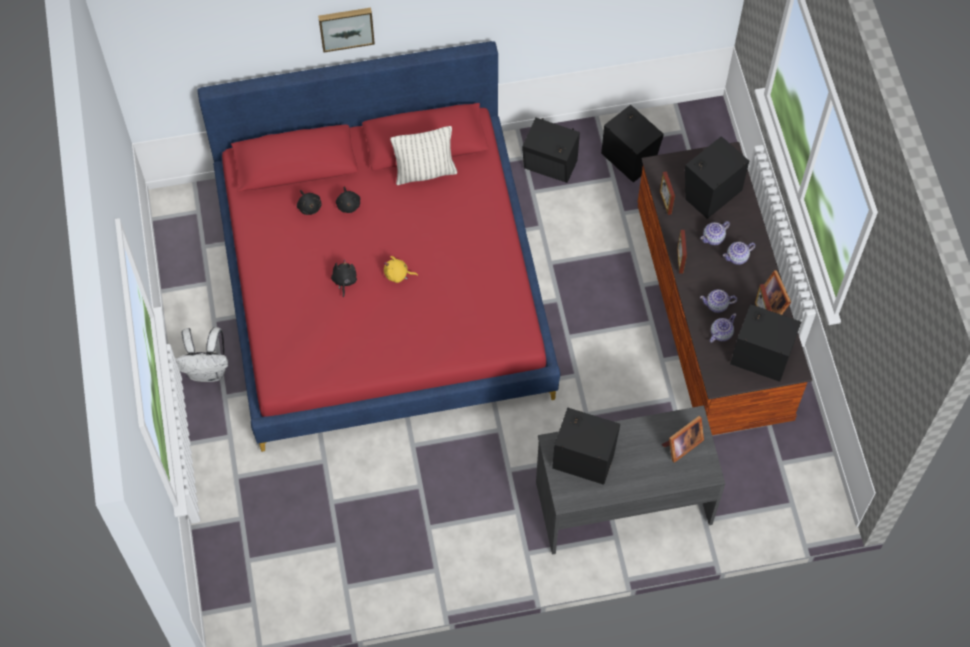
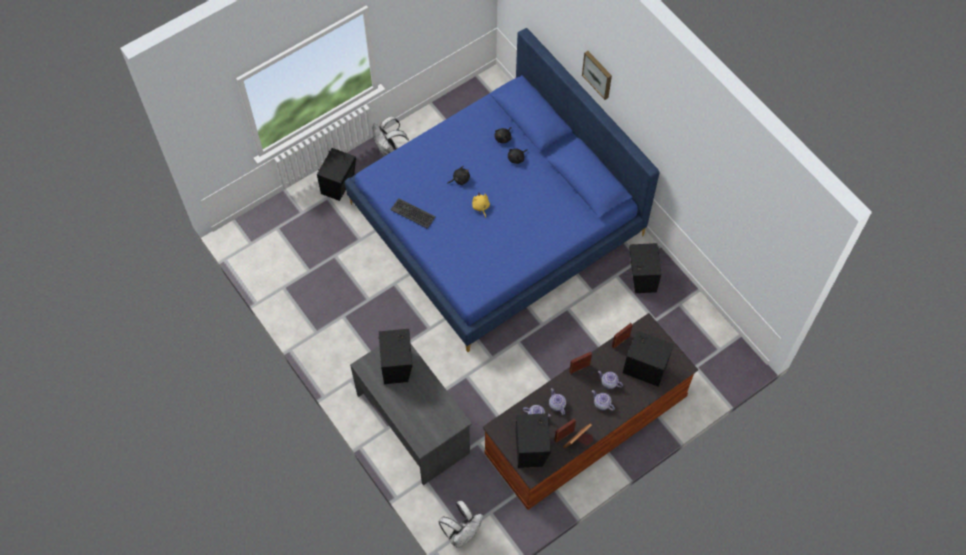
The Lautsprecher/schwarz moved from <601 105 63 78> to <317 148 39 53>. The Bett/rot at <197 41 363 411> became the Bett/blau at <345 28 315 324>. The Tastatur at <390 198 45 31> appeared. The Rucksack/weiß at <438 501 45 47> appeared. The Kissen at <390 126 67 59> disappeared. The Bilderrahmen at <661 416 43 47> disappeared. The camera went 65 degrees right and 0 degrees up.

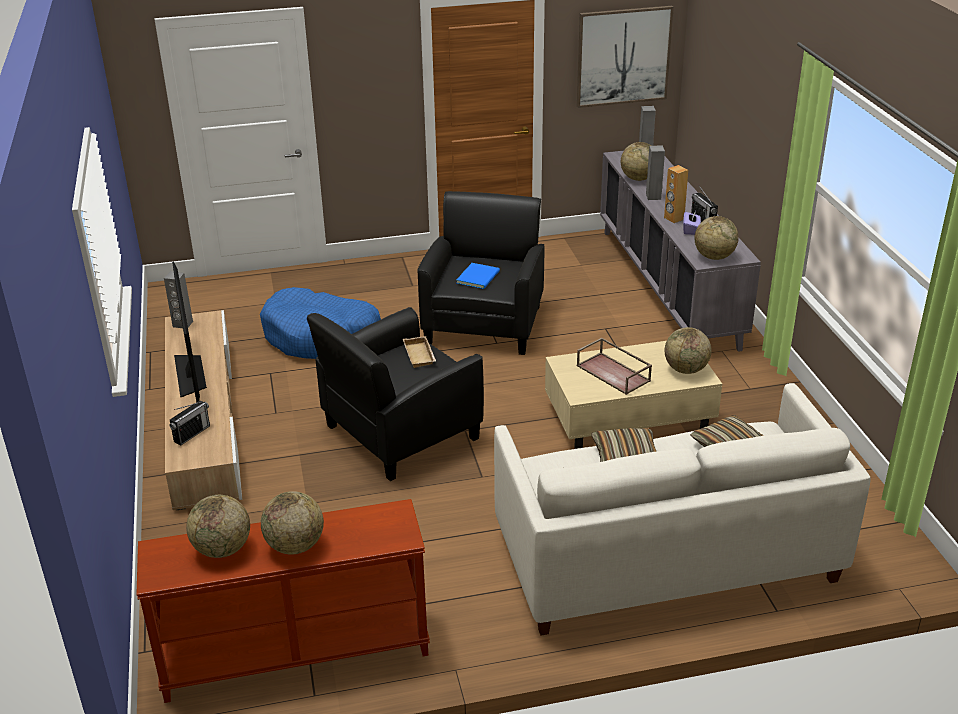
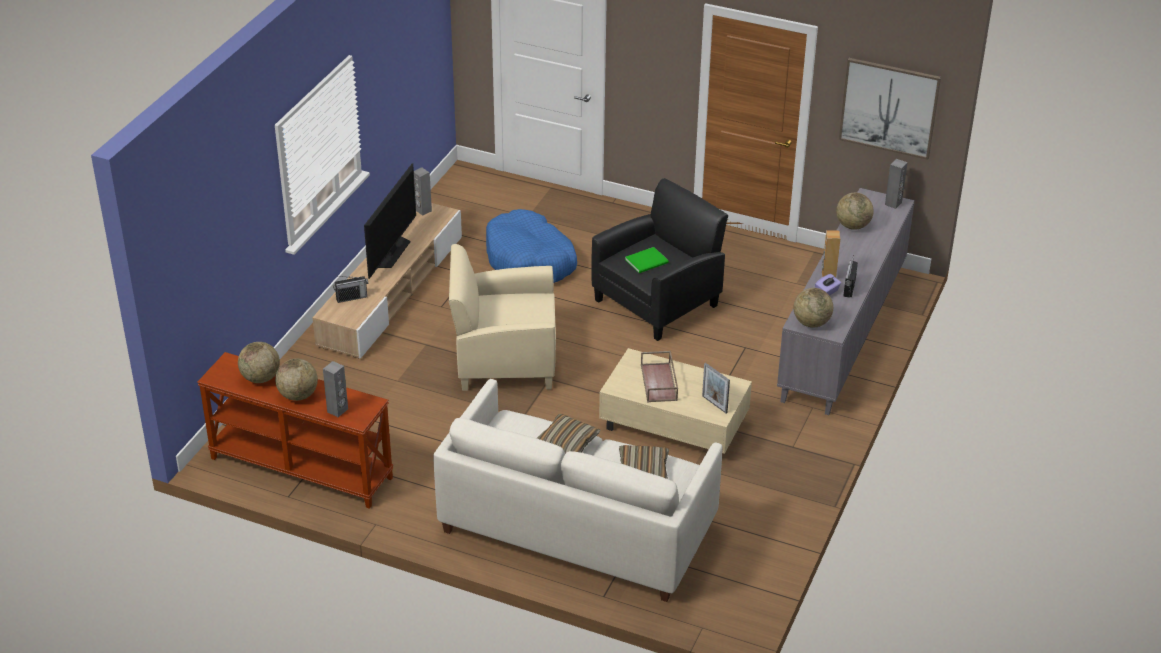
The Lautsprecher/grau moved from <646 145 19 55> to <323 361 25 56>. The Sessel/schwarz at <307 307 177 174> became the Sessel/beige at <449 244 107 147>. The Buch/blau at <457 263 43 26> became the Buch/grün at <625 247 44 26>. The Globus at <665 327 47 47> was replaced by the Bilderrahmen at <702 363 28 50>. The Tablett/beige at <403 336 33 32> disappeared. The camera went 35 degrees right and 5 degrees up.

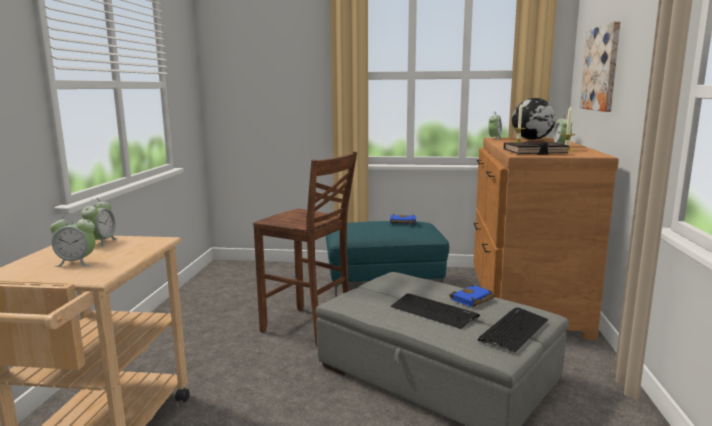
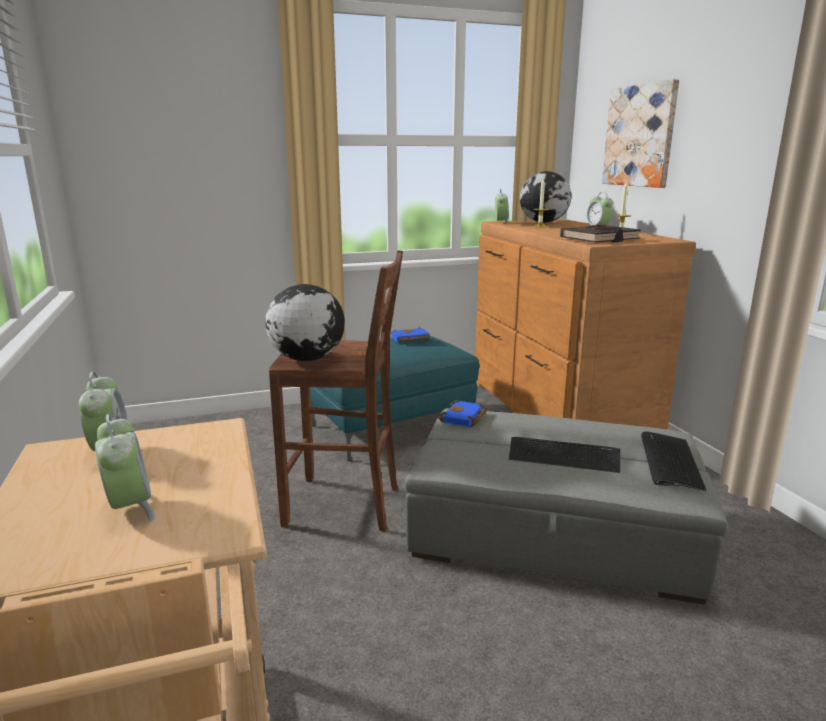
The Wecker at <50 213 46 54> turned 90 degrees counterclockwise. The Globus at <265 284 80 77> appeared. The Buch/blau moved from <449 284 46 23> to <438 400 49 27>. The camera went 25 degrees left and 5 degrees up.

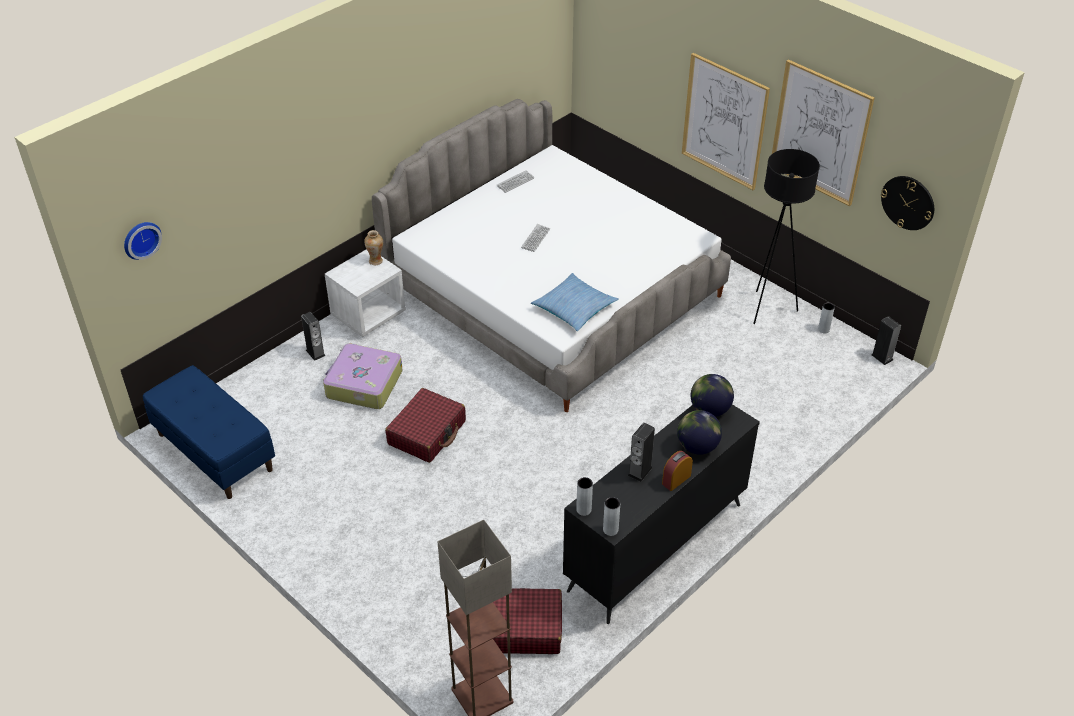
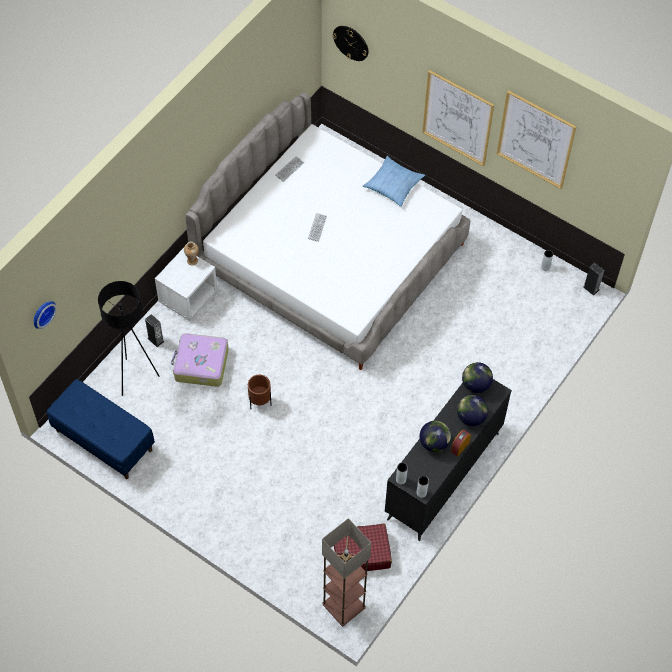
The Stehlampe/schwarz moved from <753 149 67 175> to <98 281 62 115>. The Koffer/rot at <385 388 81 75> was replaced by the Pflanzkübel/braun at <248 375 24 34>. The Wanduhr moved from <881 176 53 54> to <332 26 36 35>. The Kissen moved from <531 273 88 58> to <362 156 63 51>. The Lautsprecher at <627 423 28 59> was replaced by the Globus at <419 421 32 31>. The camera went 10 degrees left and 15 degrees up.

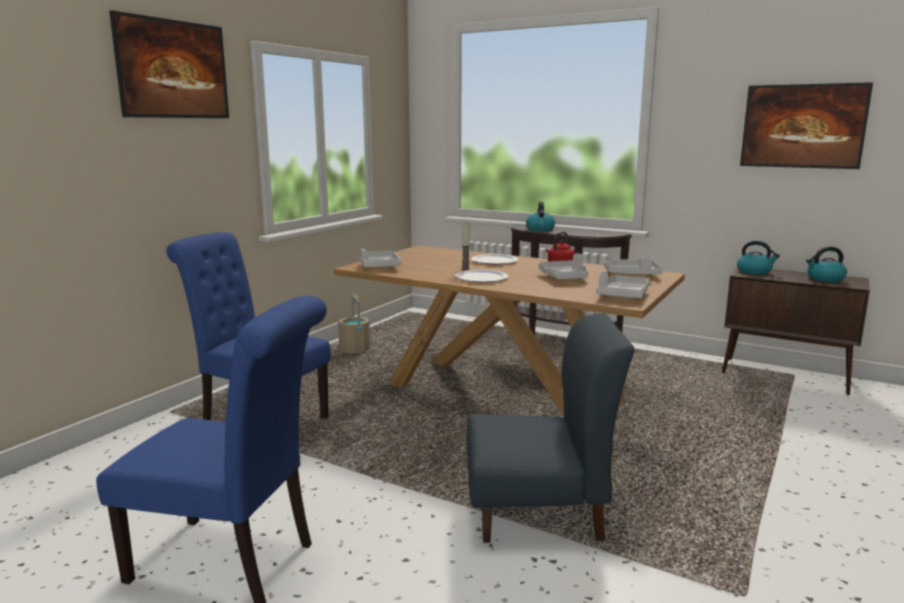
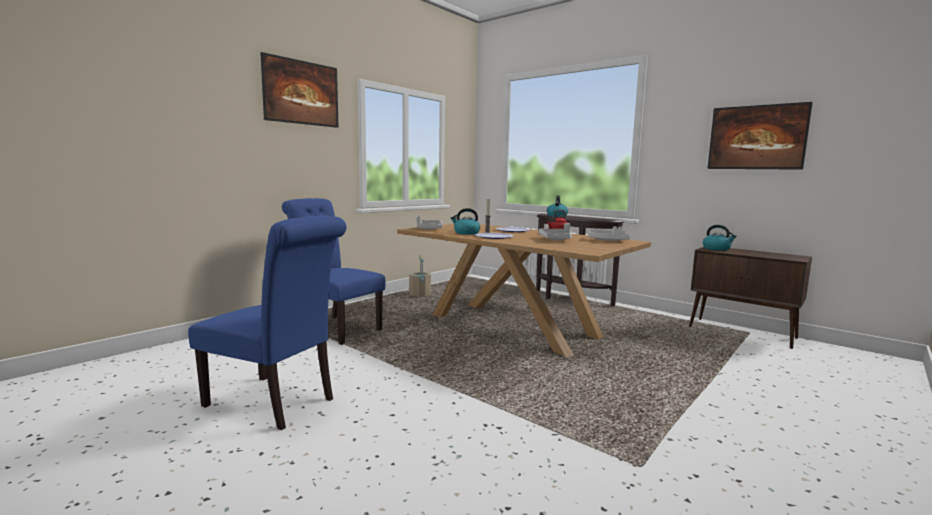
The Wasserkessel moved from <806 246 41 36> to <450 208 30 27>. The Stuhl/blau at <466 313 168 230> disappeared. The Tablett/grau at <596 271 54 27> disappeared. The camera went 10 degrees right and 5 degrees down.

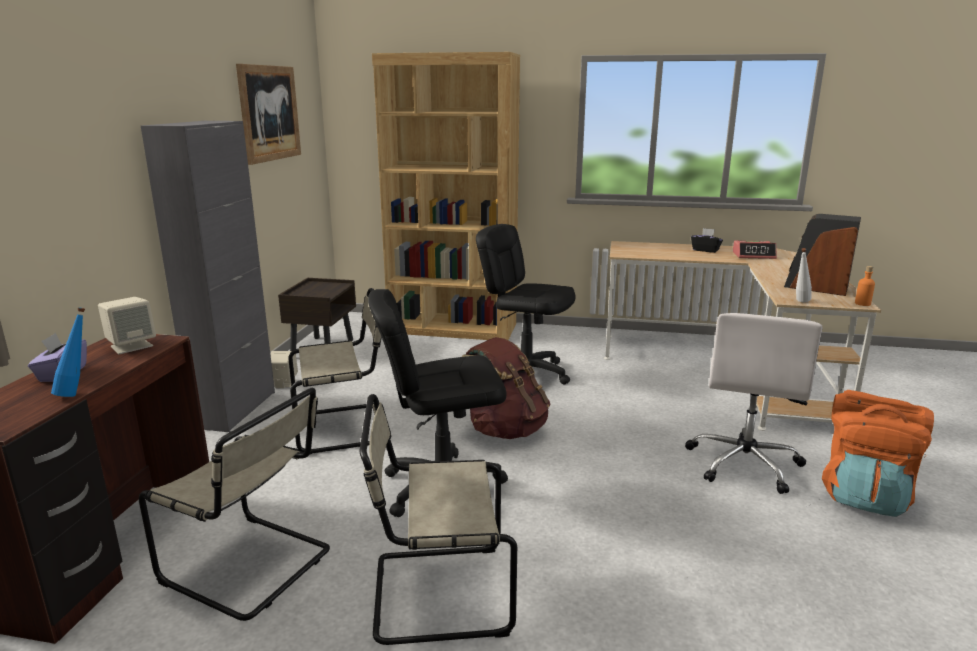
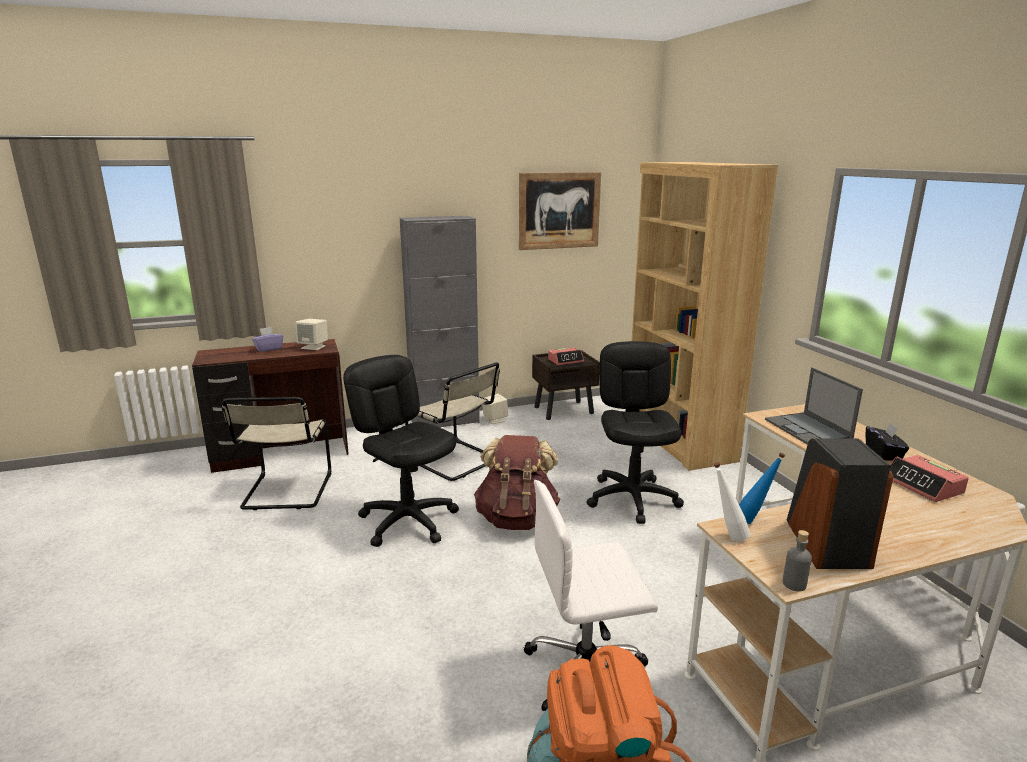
The Wecker at <548 347 36 18> appeared. The Flasche/blau moved from <51 307 34 90> to <739 452 46 72>. The Laptop at <765 367 98 78> appeared. The Flasche/orange at <855 266 20 40> became the Flasche/grau at <783 530 29 61>. The Stuhl/beige at <359 394 158 251> disappeared. The camera went 60 degrees right and 0 degrees up.

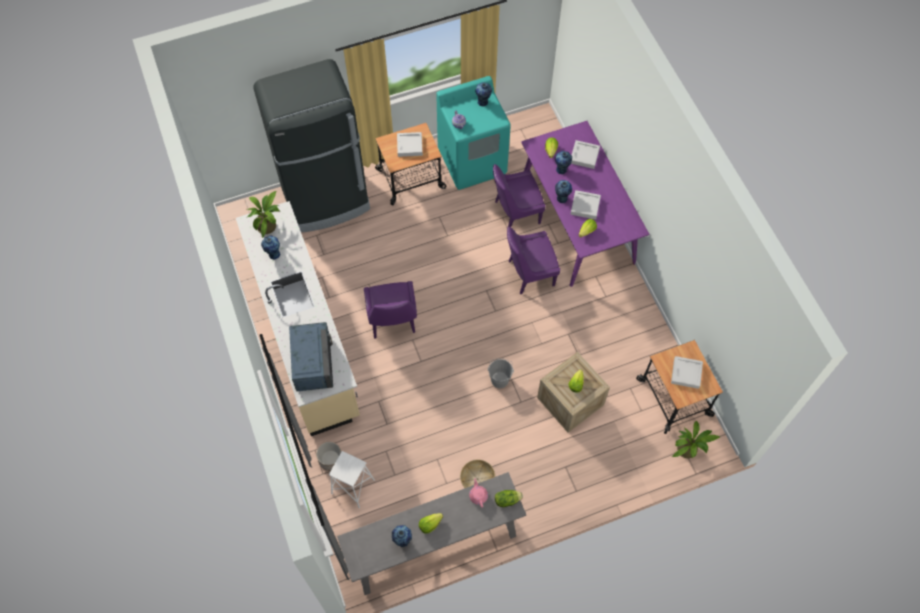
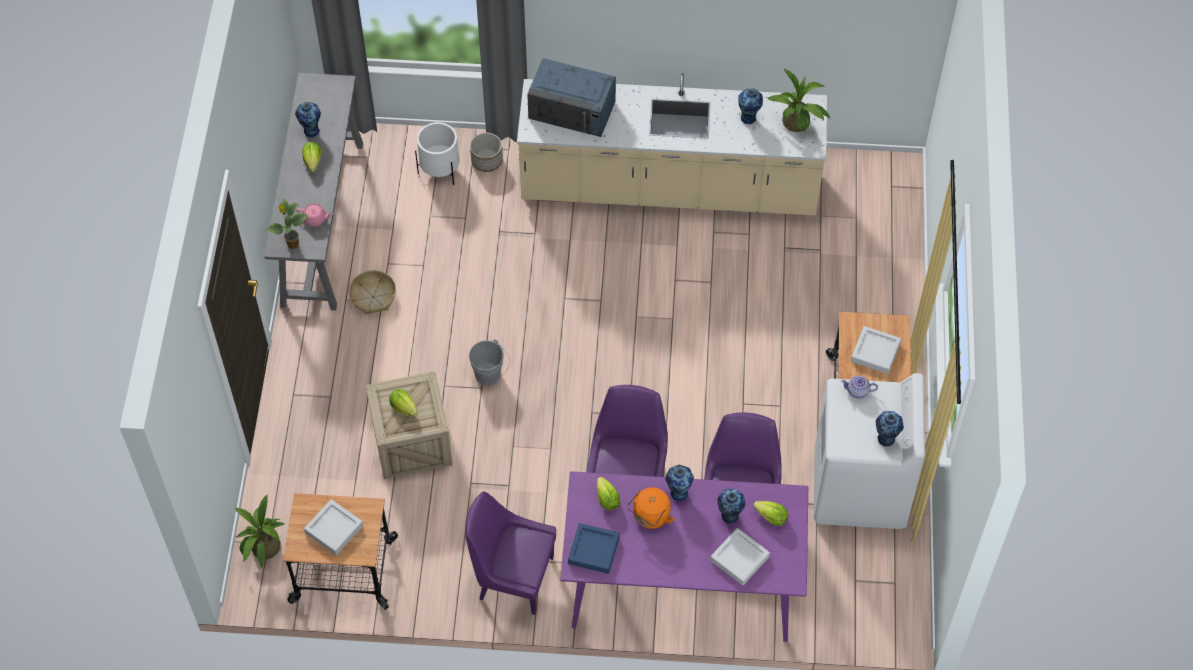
The Salatkopf at <495 490 28 17> was replaced by the Topfpflanze at <265 199 43 50>. The Hocker/weiß at <329 451 46 57> was replaced by the Pflanzkübel/weiß at <415 122 44 63>. The Stuhl/lila moved from <364 281 53 58> to <465 492 91 123>. The Tablett/blau at <568 523 52 51> appeared. The Tablett/grau at <571 190 30 29> was replaced by the Wasserkessel/orange at <627 487 47 42>. The Waschmaschine/türkis at <436 76 75 114> became the Waschmaschine/weiß at <814 373 112 156>. The Kühlschrank/schwarz at <254 59 116 173> disappeared. The camera went 115 degrees right and 5 degrees down.

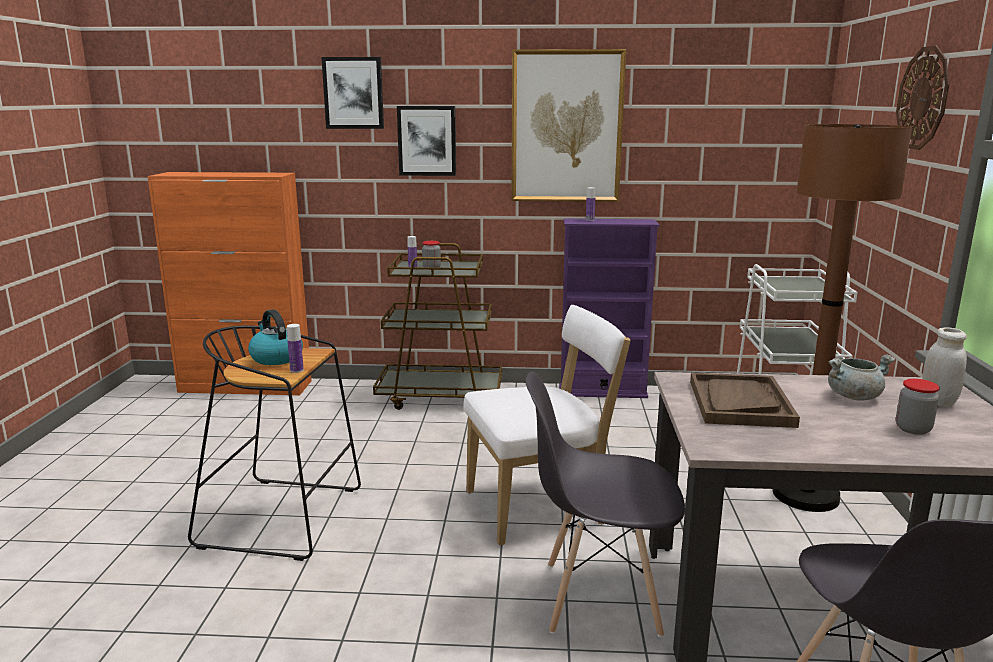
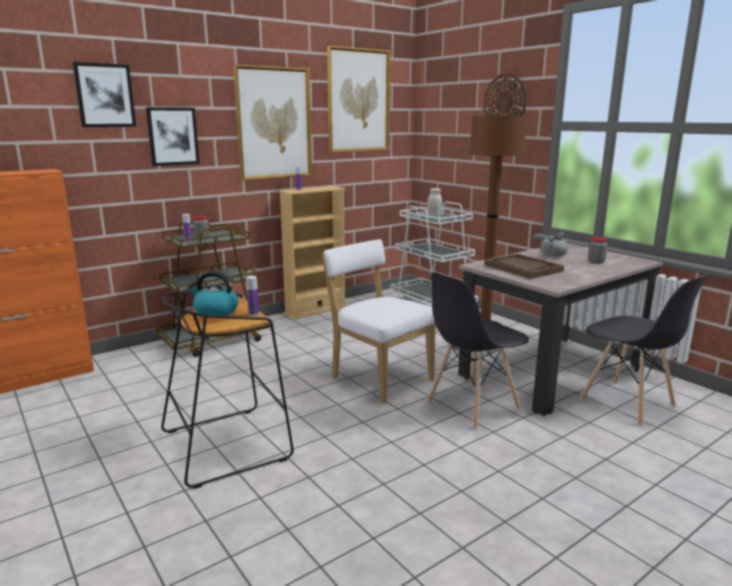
The Bücherregal/lila at <559 219 101 179> became the Bücherregal/beige at <279 186 68 133>. The Stuhl/weiß at <464 305 167 240> turned 75 degrees counterclockwise. The Bild at <327 46 63 107> appeared. The Vorratsglas/weiß moved from <922 327 45 80> to <427 188 15 31>. The camera went 40 degrees left and 0 degrees up.

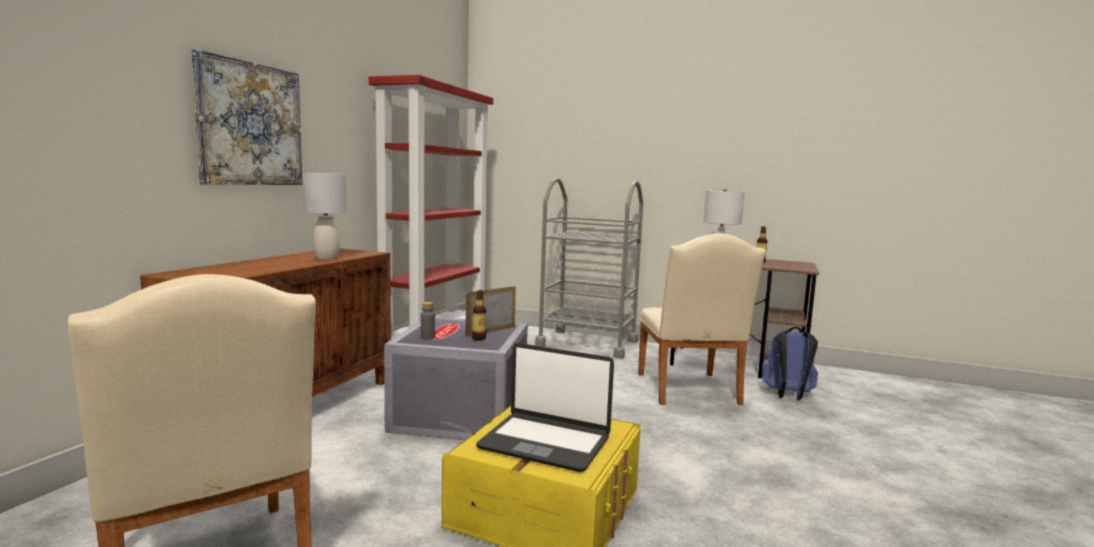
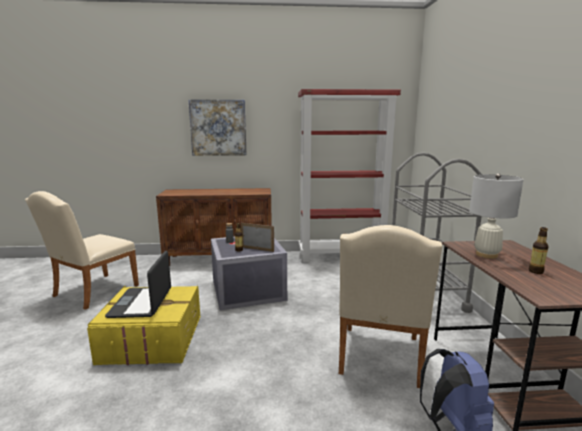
The Stuhl/beige at <638 233 128 172> turned 45 degrees counterclockwise. The Tischlampe/grau at <303 173 44 86> disappeared. The camera went 65 degrees right and 5 degrees up.

